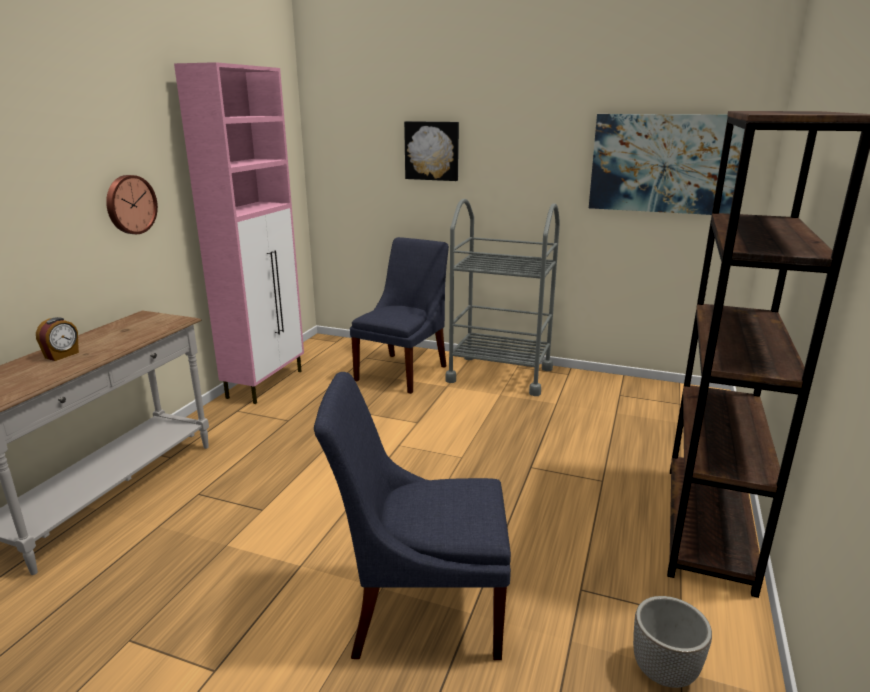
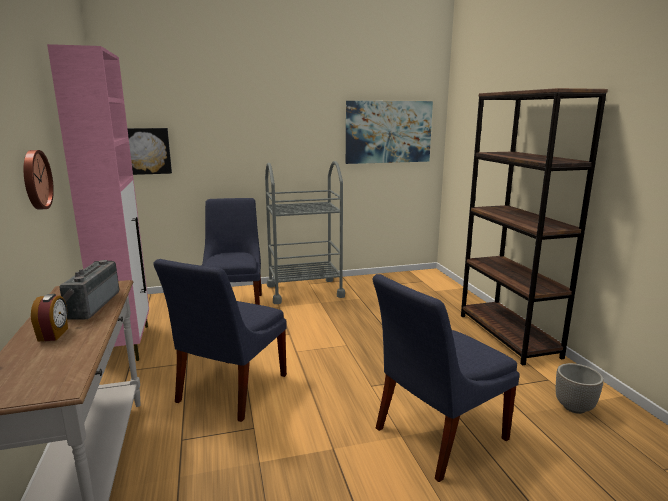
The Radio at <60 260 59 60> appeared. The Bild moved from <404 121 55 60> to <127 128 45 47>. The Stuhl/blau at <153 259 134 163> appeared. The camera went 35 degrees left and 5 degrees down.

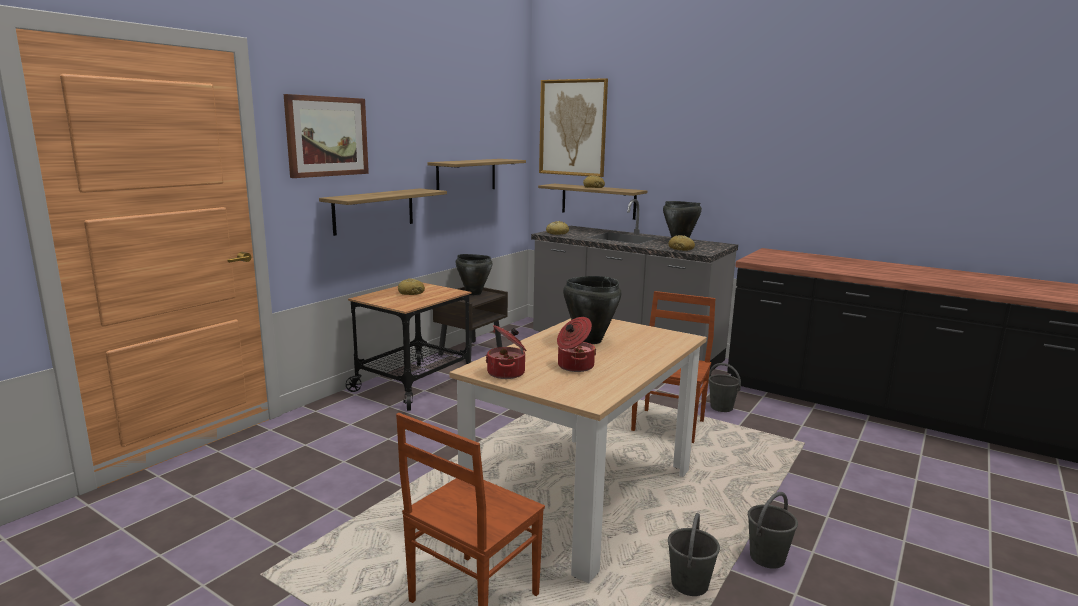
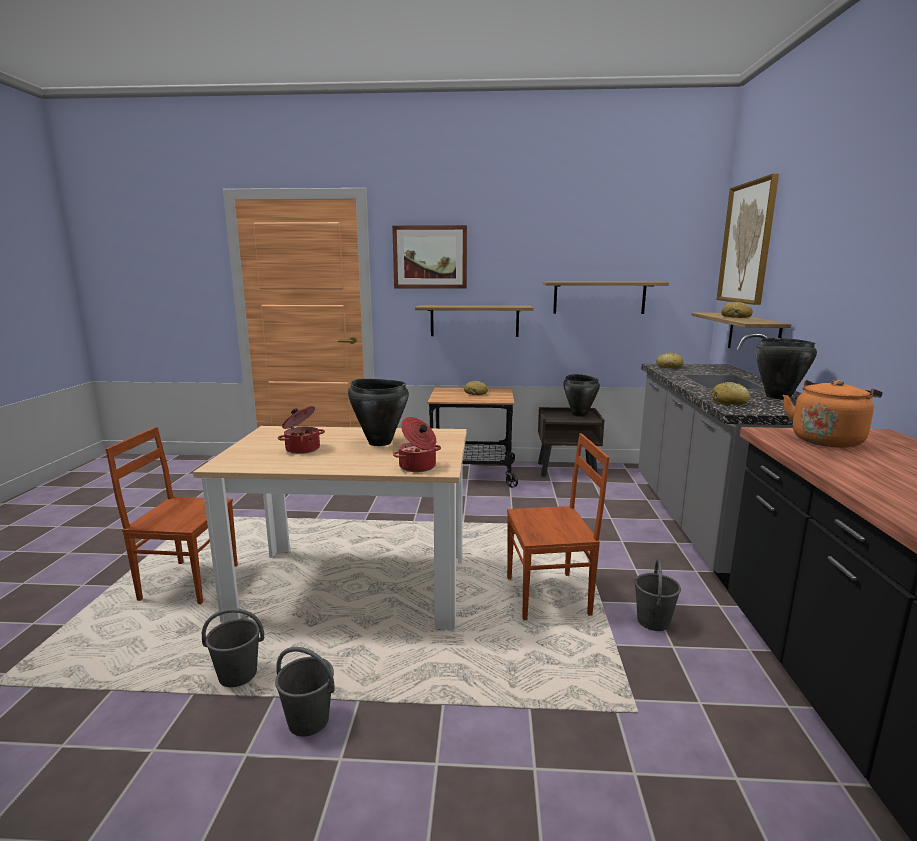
The Kochtopf moved from <486 325 41 54> to <393 417 48 55>. The Wasserkessel/orange at <783 380 99 68> appeared. The camera went 60 degrees right and 0 degrees up.

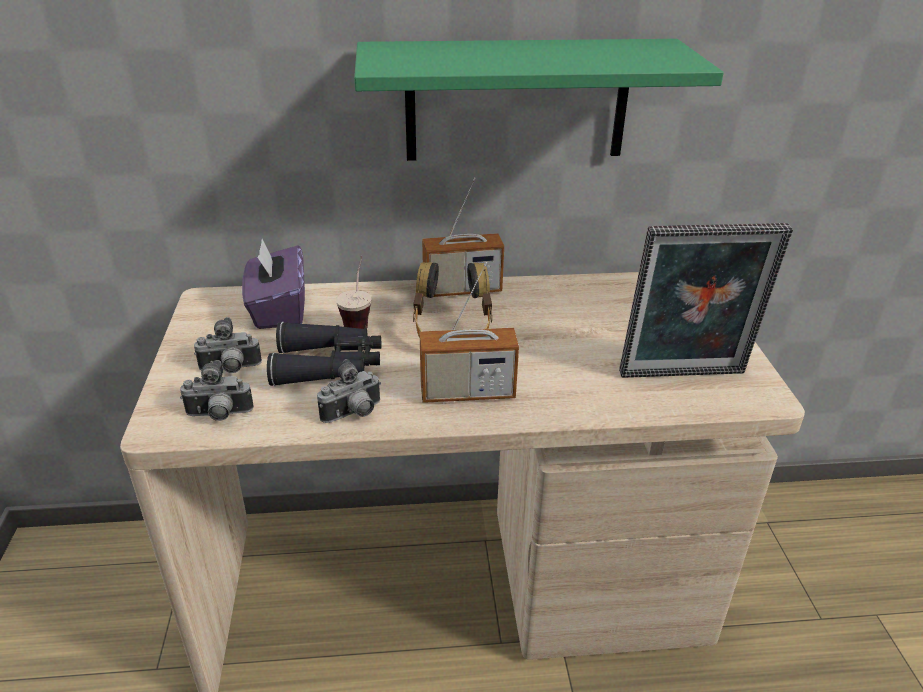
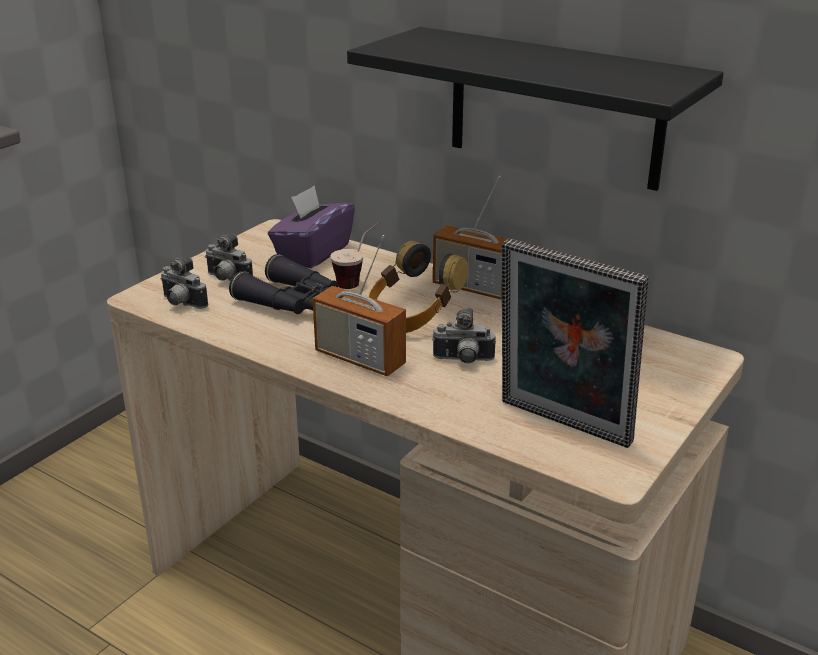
The Wandregal/grün at <354 39 370 122> became the Wandregal/schwarz at <347 27 377 164>. The Kamera moved from <317 359 64 64> to <432 308 64 56>. The camera went 40 degrees right and 5 degrees down.

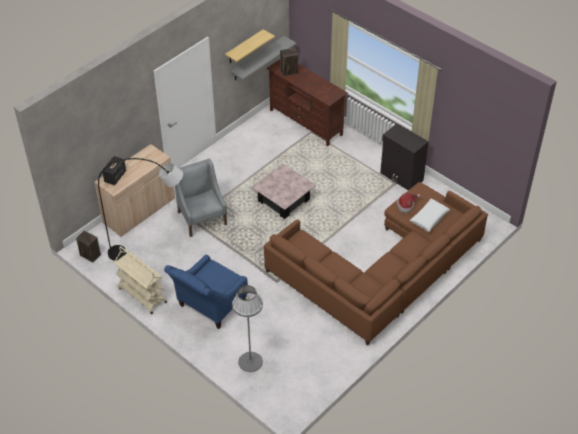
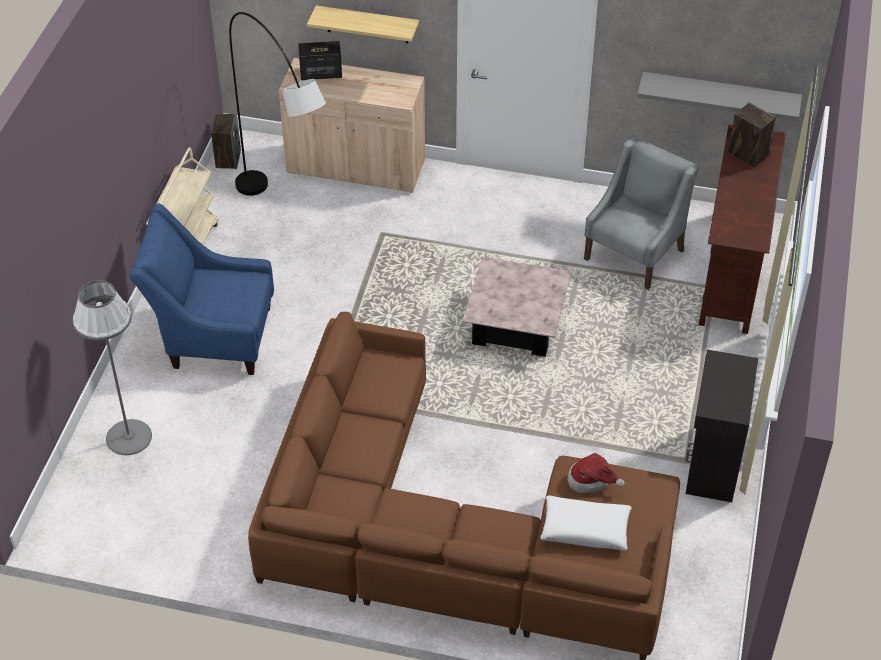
The Wandregal moved from <225 29 50 34> to <307 6 112 37>. The Sessel/grau moved from <175 159 52 78> to <584 136 115 154>. The camera went 60 degrees right and 0 degrees up.

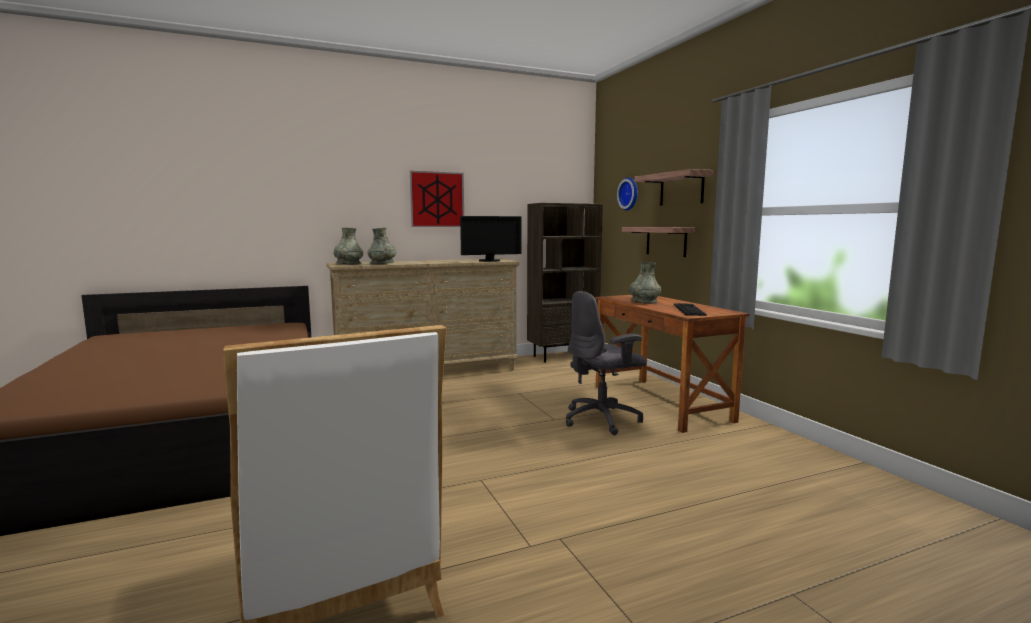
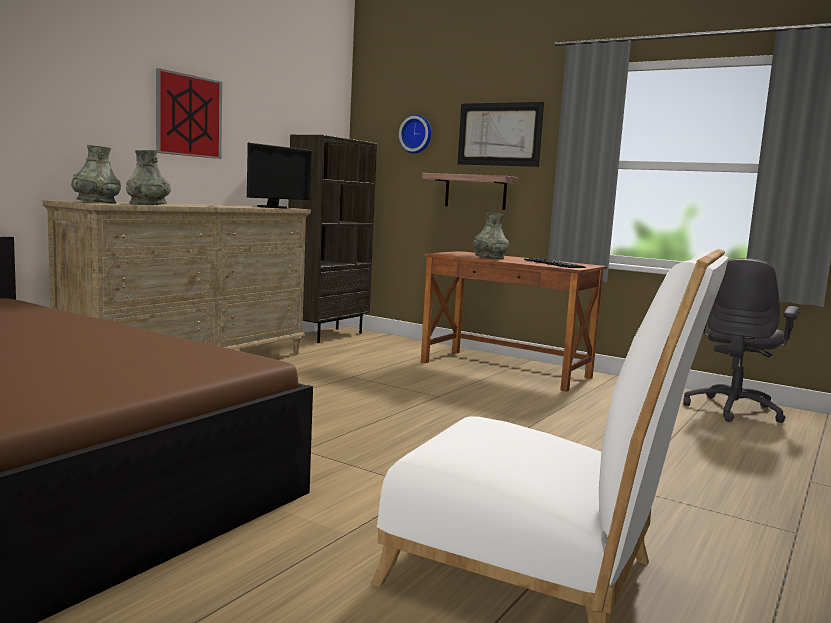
The Wandregal at <634 169 79 36> was replaced by the Bild at <457 102 87 65>. The Bürostuhl/grau moved from <566 291 80 144> to <683 258 117 165>. The camera went 35 degrees left and 0 degrees up.

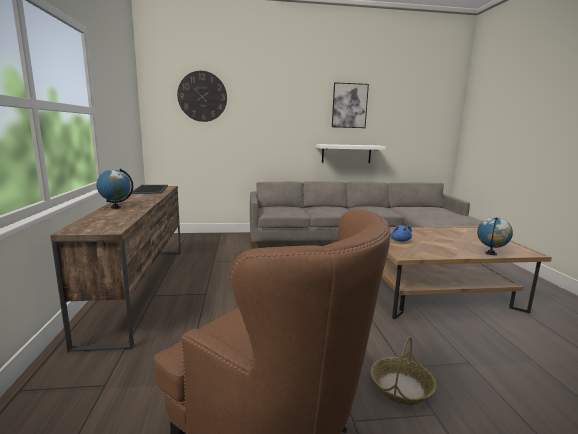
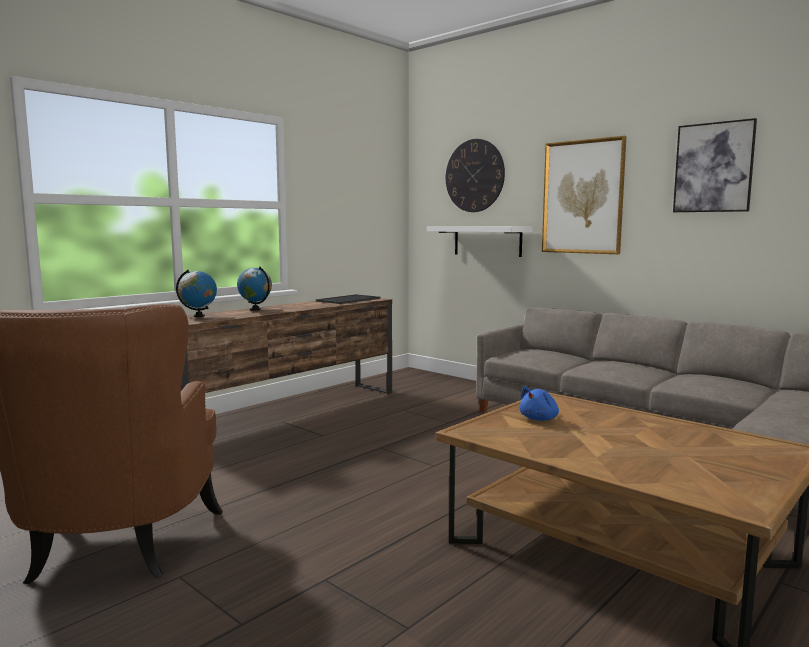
The Globus moved from <477 217 36 38> to <176 270 41 47>. The Wandregal/weiß moved from <316 144 70 19> to <427 226 105 31>. The Bild at <542 136 84 118> appeared. The Korb at <371 336 66 69> disappeared. The camera went 50 degrees right and 5 degrees down.

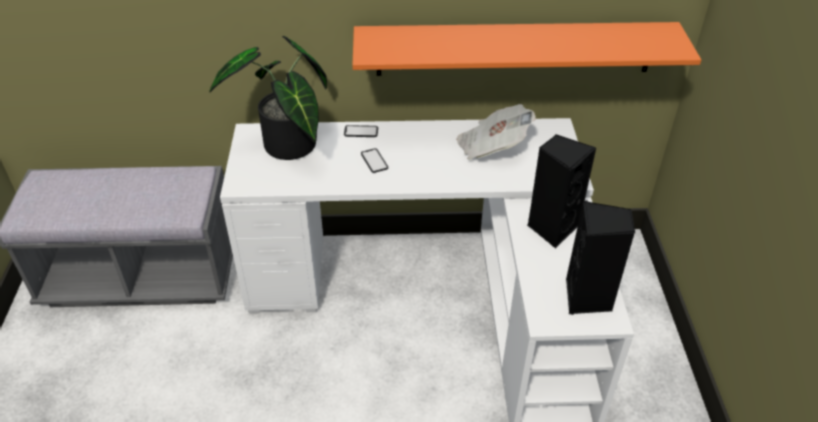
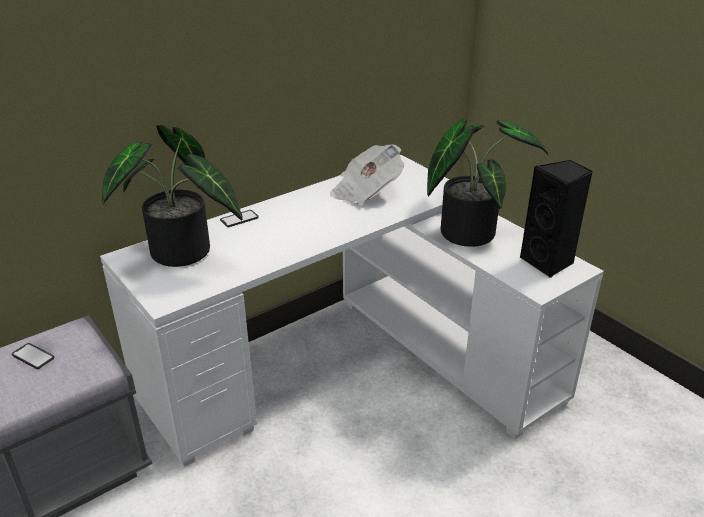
The Handy moved from <361 148 27 25> to <12 343 42 26>. The Lautsprecher/schwarz at <527 134 69 114> was replaced by the Topfpflanze at <427 118 121 129>. The Wandregal/orange at <352 22 349 54> disappeared. The camera went 35 degrees left and 10 degrees down.

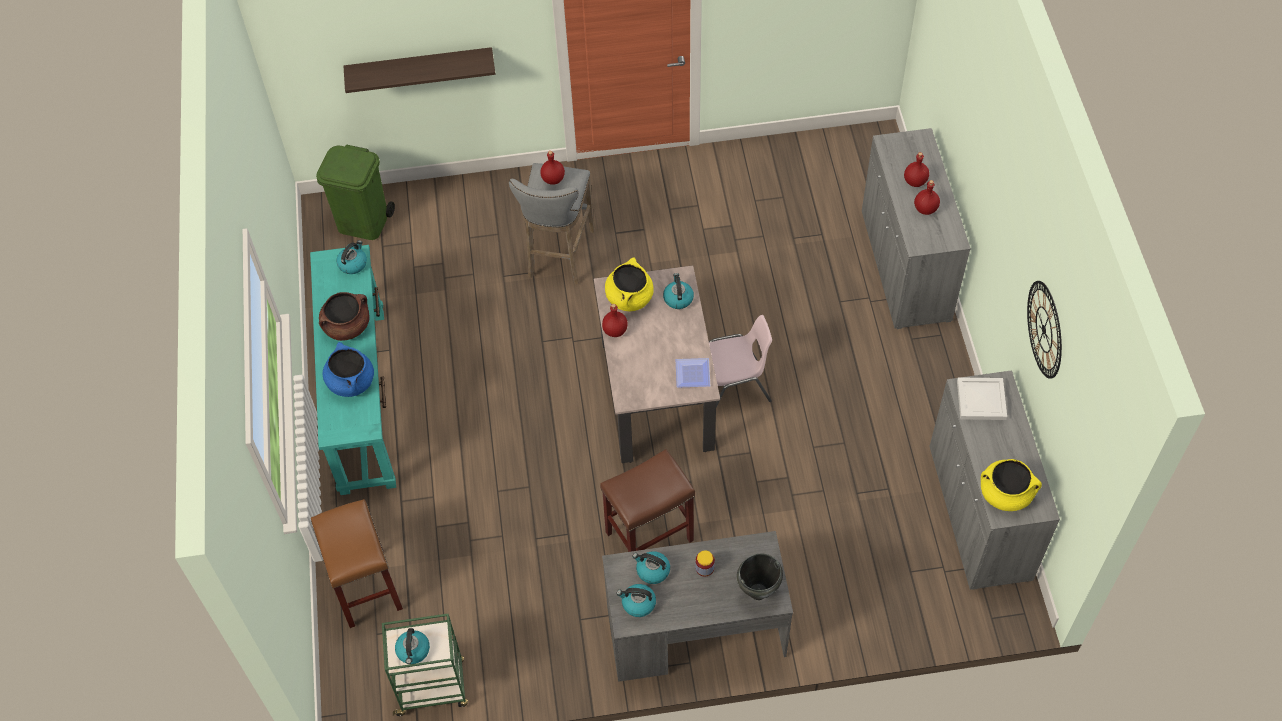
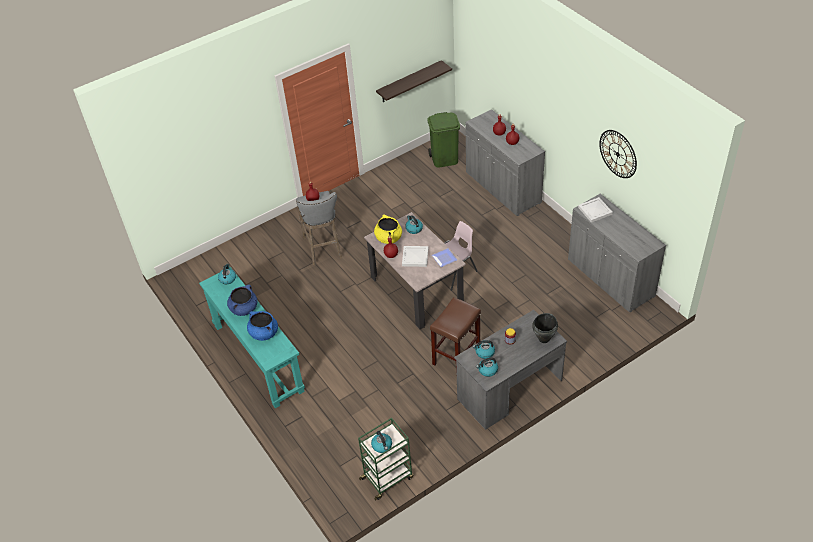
The Kochtopf/braun at <319 292 51 49> became the Kochtopf/blau at <227 285 30 31>. The Wandregal moved from <343 47 153 46> to <376 60 76 43>. The Tablett/weiß at <402 246 26 21> appeared. The Mülleimer/grün moved from <316 145 79 95> to <428 112 32 56>. The Hocker/braun at <311 499 92 129> disappeared. The Kochtopf/gelb at <981 459 61 52> disappeared. The camera went 25 degrees left and 10 degrees down.

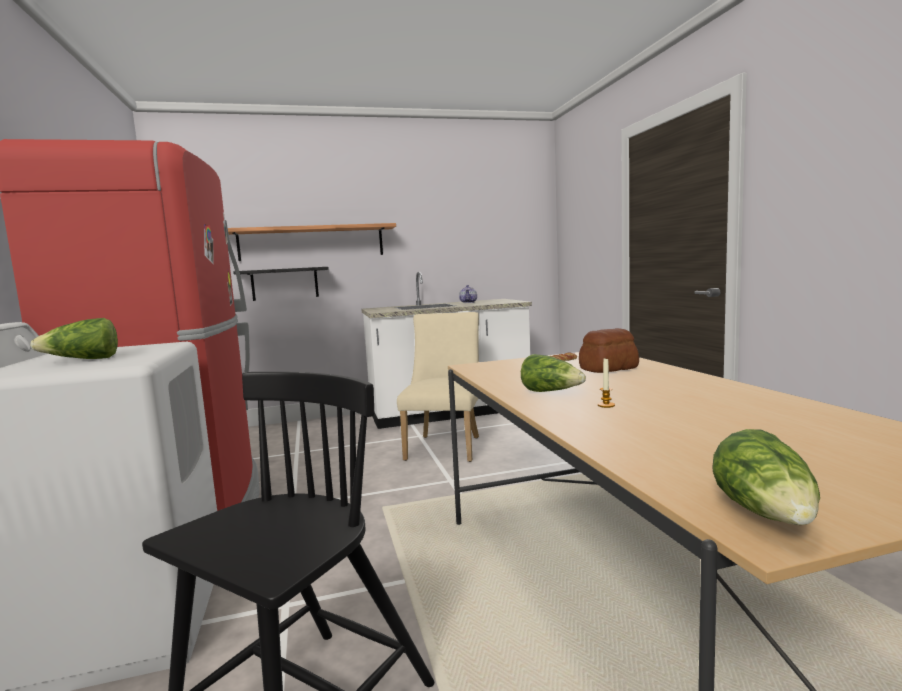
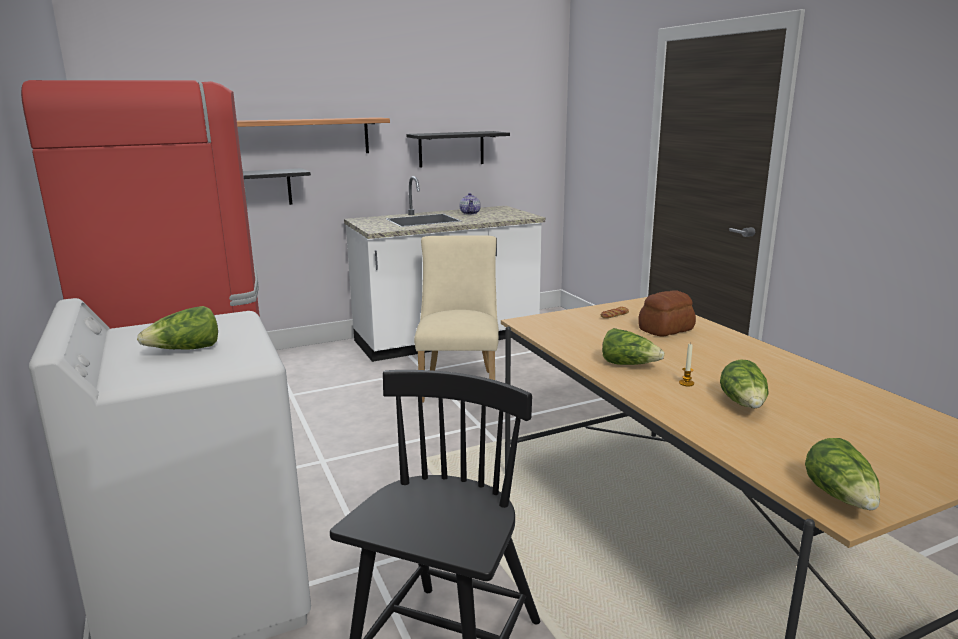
The Wandregal/schwarz at <407 131 103 36> appeared. The Salatkopf at <720 359 48 49> appeared. The camera went 10 degrees left and 10 degrees up.

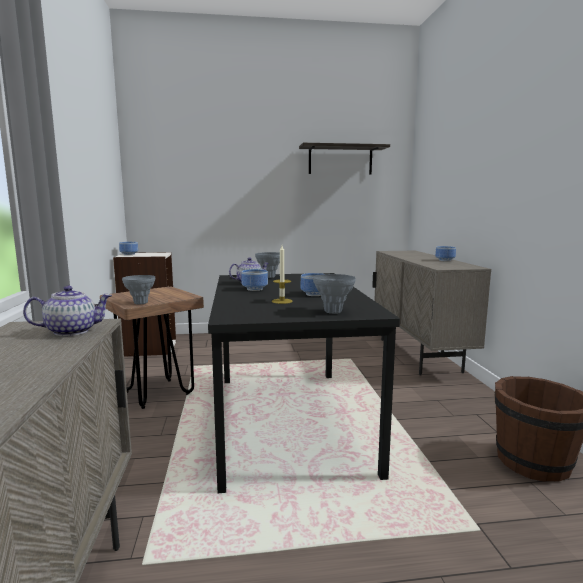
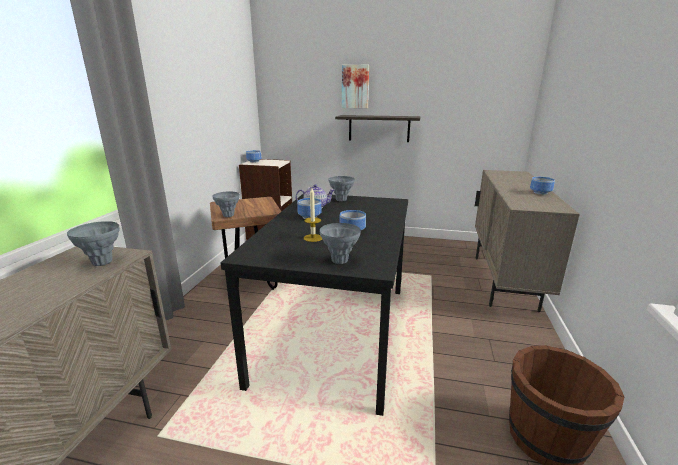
The Teekanne at <23 286 89 50> was replaced by the Vase/grau at <67 221 53 45>. The Wandregal moved from <299 143 91 31> to <335 115 85 27>. The Bild at <342 65 27 43> appeared. The camera went 20 degrees right and 10 degrees up.

